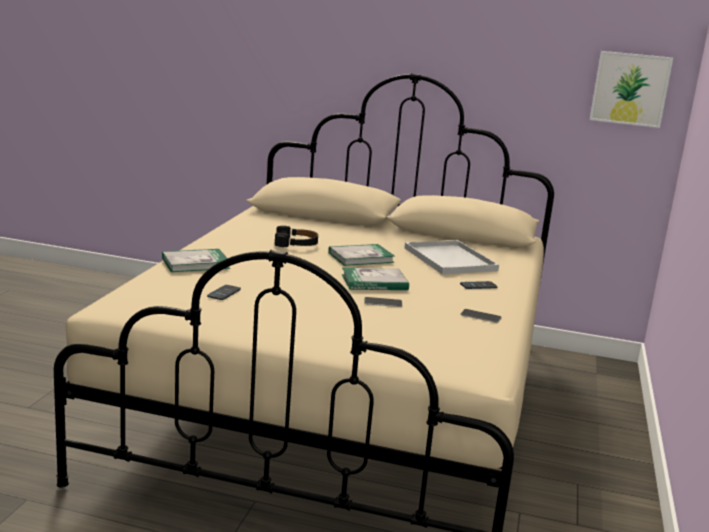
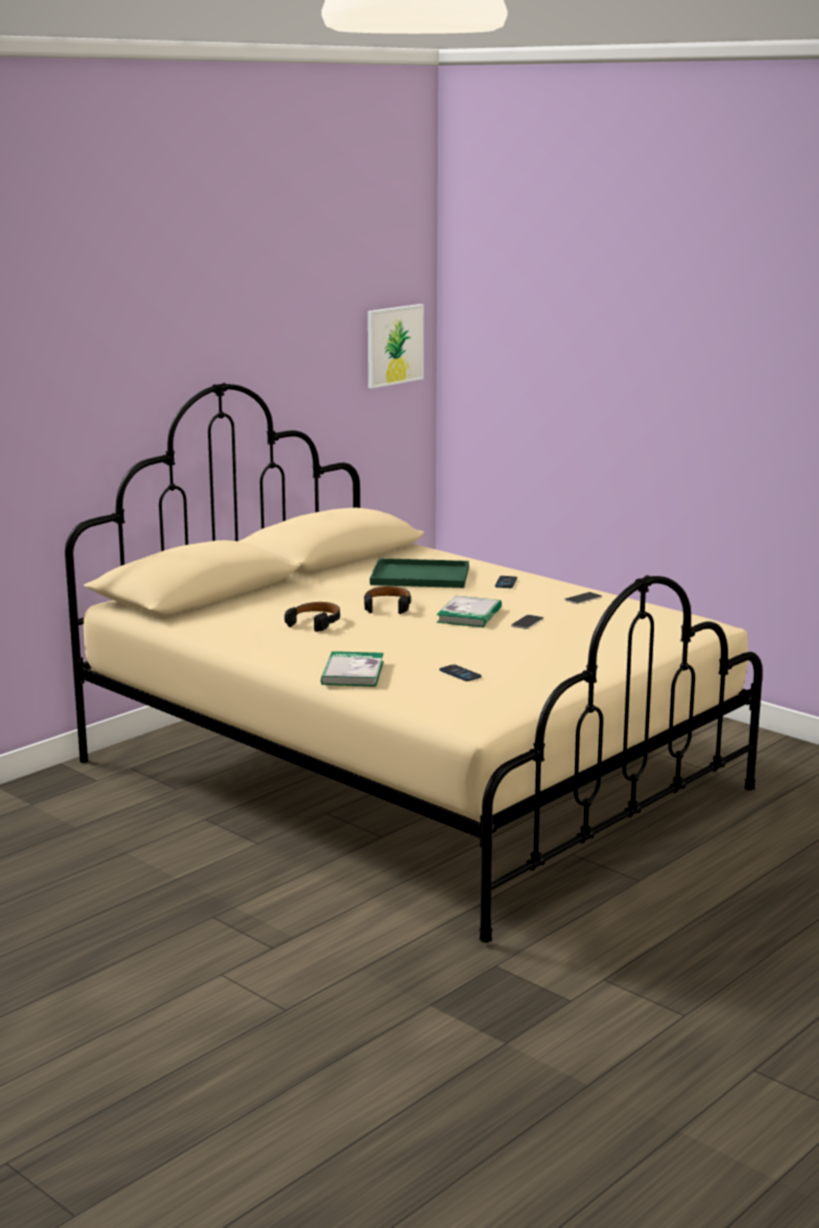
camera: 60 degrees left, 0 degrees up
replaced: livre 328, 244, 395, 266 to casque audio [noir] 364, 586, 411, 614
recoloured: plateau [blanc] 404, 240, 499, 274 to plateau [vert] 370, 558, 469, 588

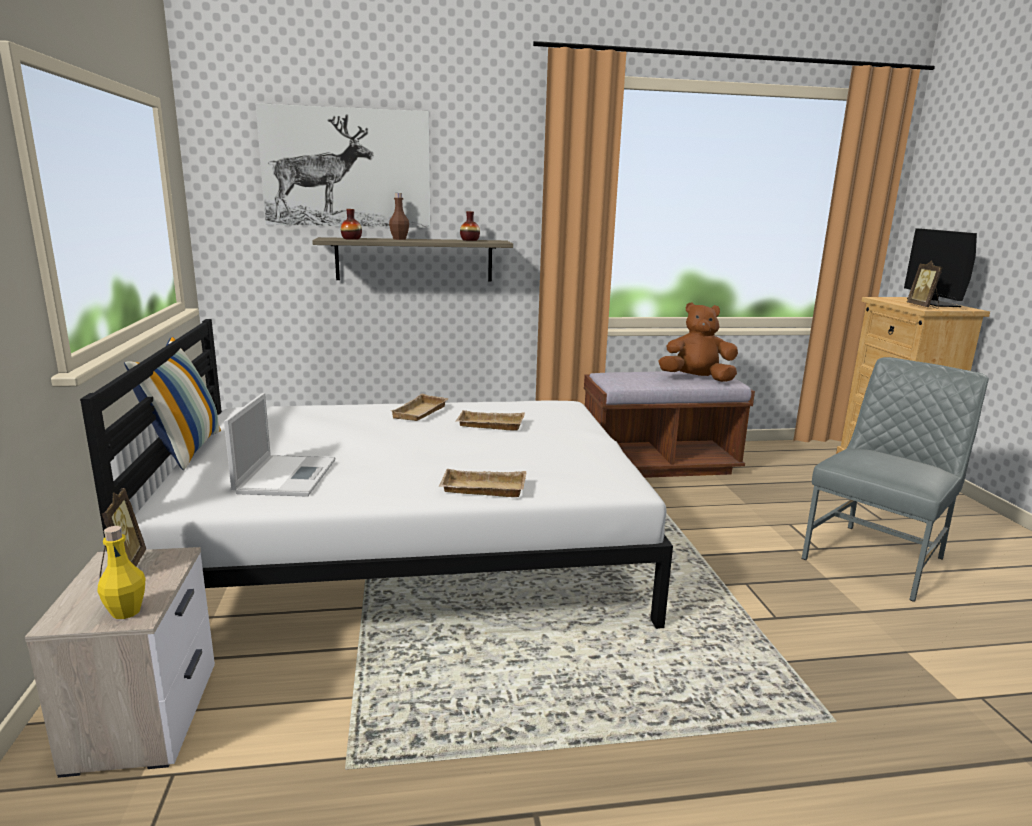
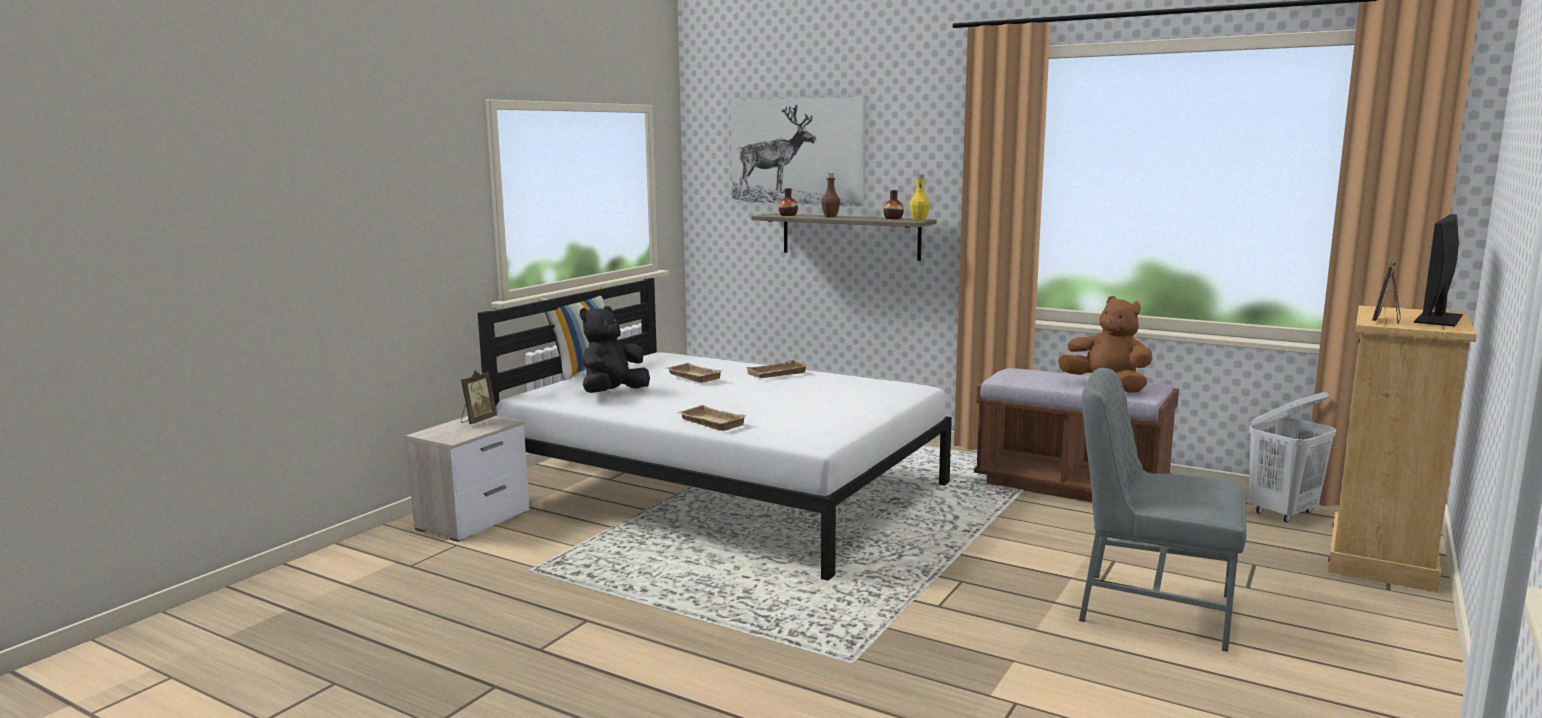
camera: 40 degrees right, 5 degrees down
added: panier à linge [blanc] 1249, 392, 1336, 522
moved: plateau [beige] 456, 410, 525, 431 to 665, 363, 723, 383; bouteille [jaune] 98, 526, 145, 619 to 910, 174, 930, 220
replaced: ordinateur portable 224, 393, 335, 497 to peluche [noir] 580, 306, 650, 393
turned: chaise [gris] 802, 357, 989, 602 = 1079, 368, 1246, 652 150 degrees counterclockwise

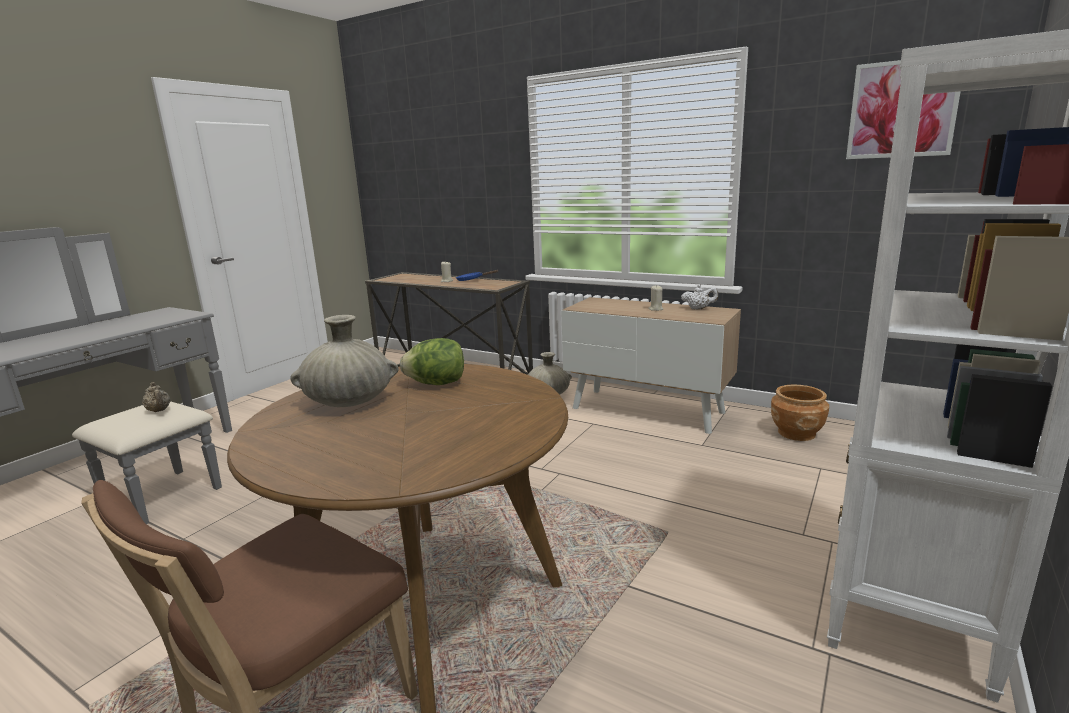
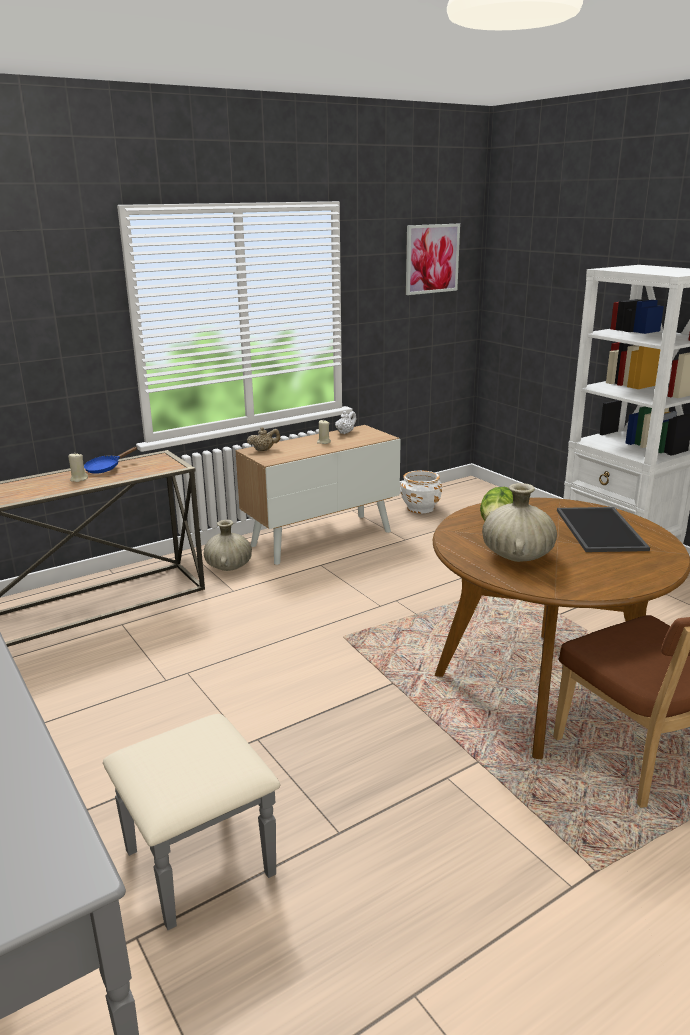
camera: 65 degrees left, 5 degrees up
added: plateau 557, 507, 650, 552
moved: théière [beige] 142, 382, 170, 412 to 247, 427, 280, 451
recoloured: cache-pot [marron] 771, 385, 829, 441 to cache-pot [blanc] 400, 470, 442, 513

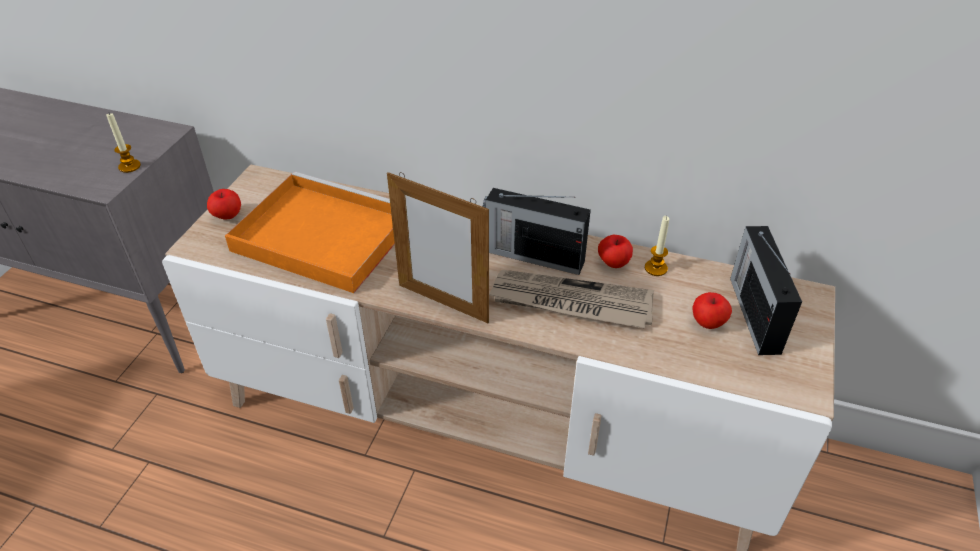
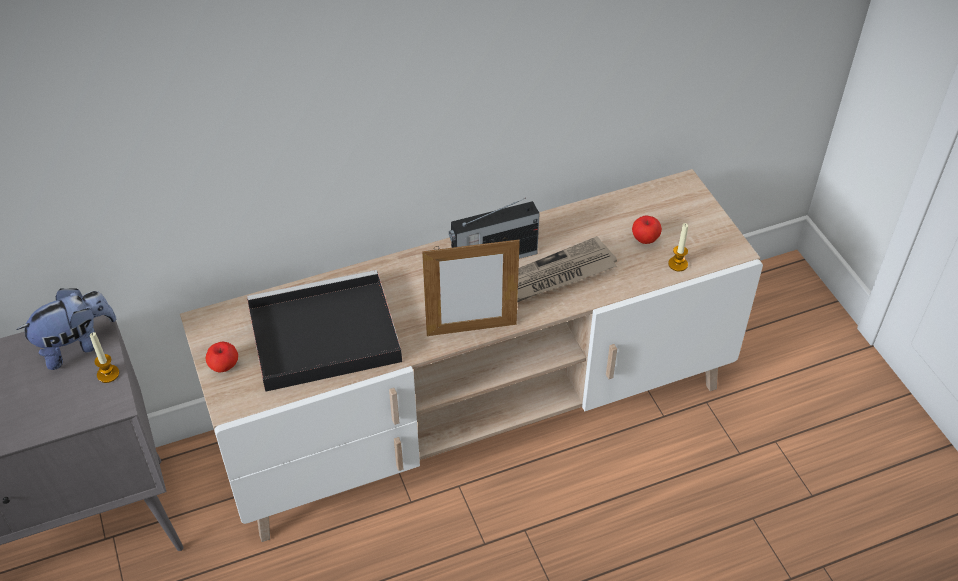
camera: 40 degrees left, 5 degrees up
removed: pomme 598, 235, 633, 268; radio 730, 226, 802, 355
added: peluche 16, 288, 116, 370
moved: bougie 645, 216, 669, 276 to 668, 223, 688, 271
recoloured: plateau [orange] 225, 172, 395, 293 to plateau [noir] 247, 270, 402, 392

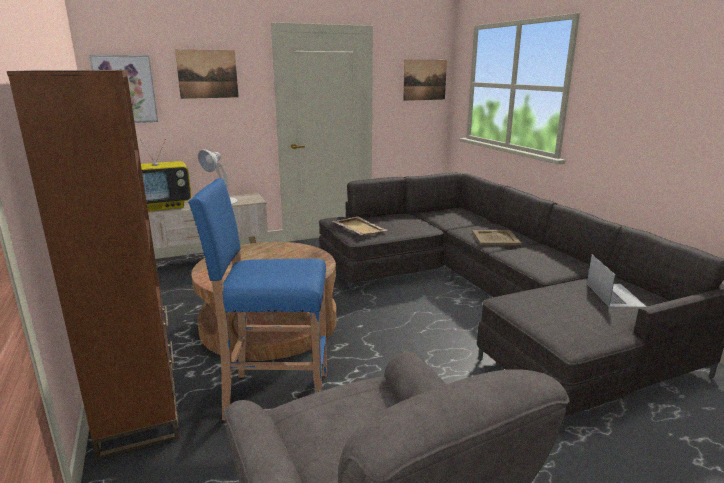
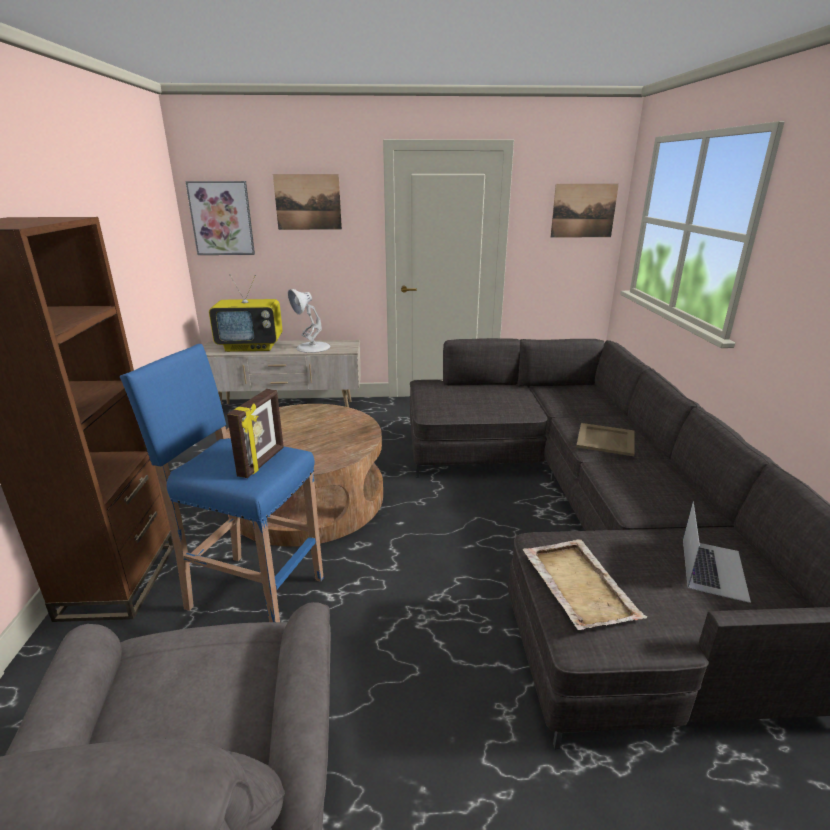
camera: 20 degrees right, 5 degrees up
added: cadre photo 227, 389, 284, 478
moved: plateau [beige] 333, 216, 387, 236 to 522, 539, 647, 630

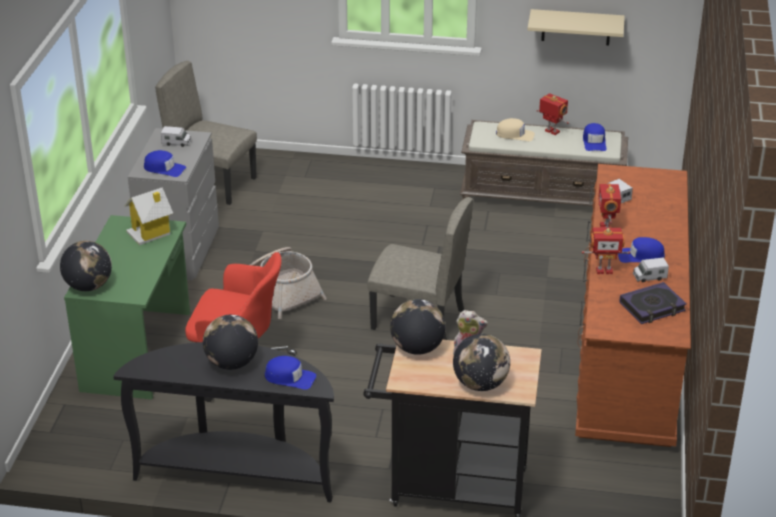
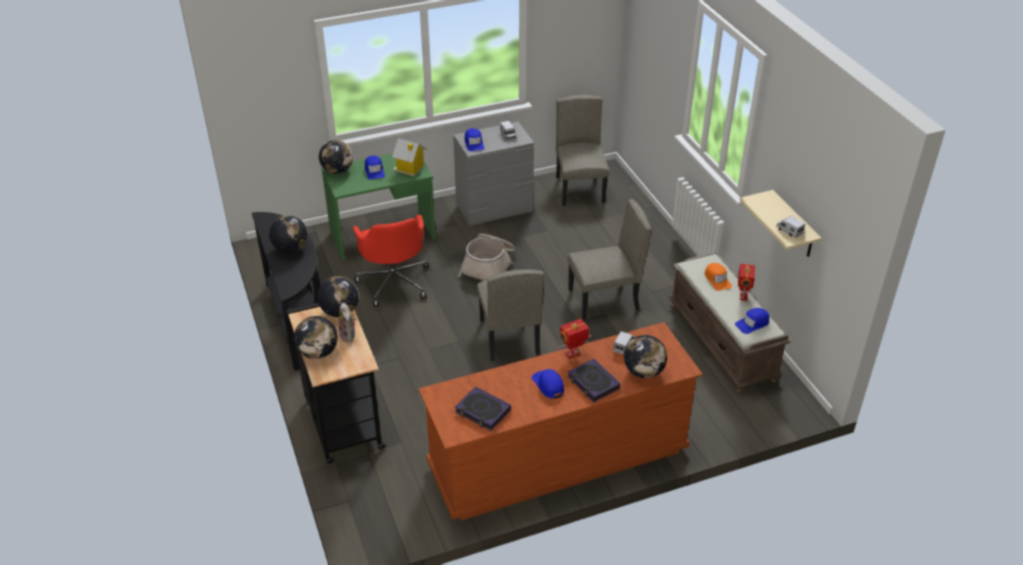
camera: 60 degrees right, 5 degrees up
removed: robot jouet 582, 227, 630, 274
added: livre 567, 359, 620, 403; chaise [beige] 568, 199, 652, 320; globe 624, 335, 667, 378
moved: casquette [bleu] 264, 356, 316, 390 to 365, 156, 385, 180; camion jouet 633, 257, 669, 282 to 776, 216, 805, 238
recoloured: casquette [beige] 496, 118, 535, 141 to casquette [orange] 705, 263, 732, 291

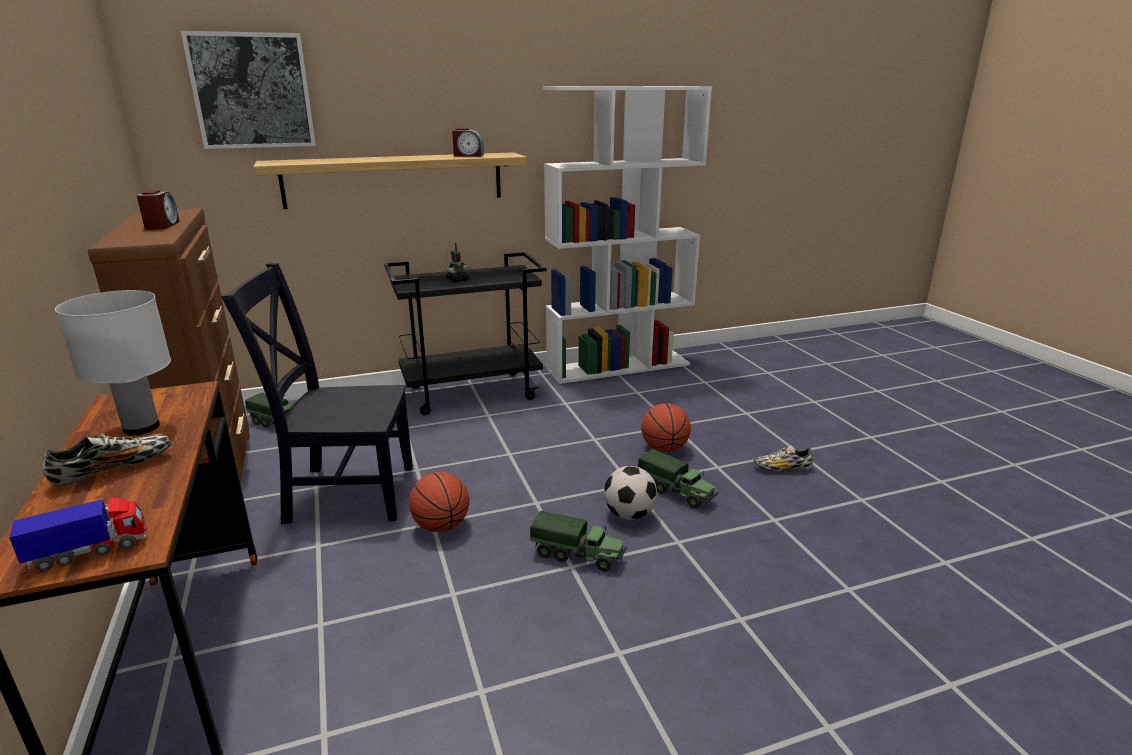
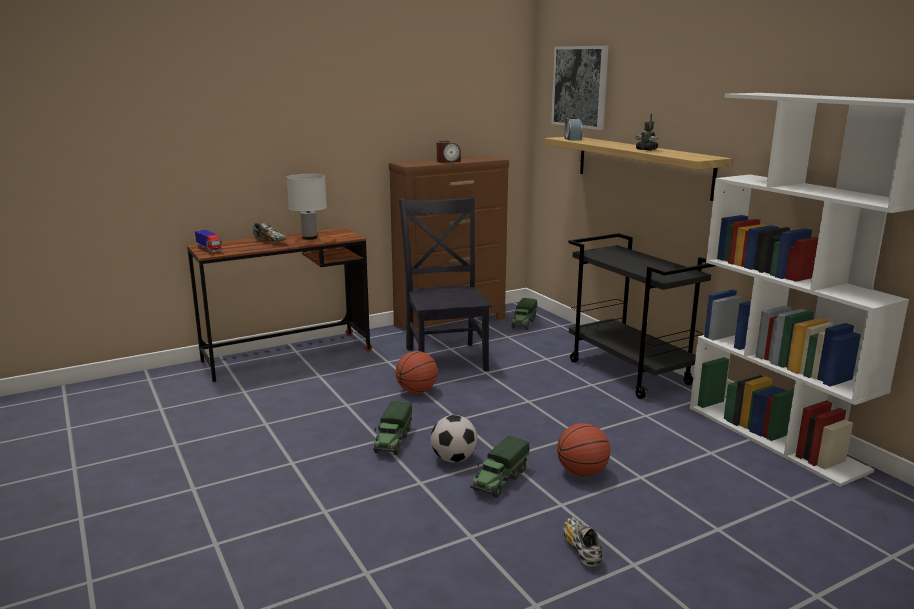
camera: 80 degrees right, 5 degrees down
moved: réveil 452, 128, 484, 157 to 564, 117, 582, 141; robot jouet 446, 243, 470, 283 to 635, 114, 658, 151

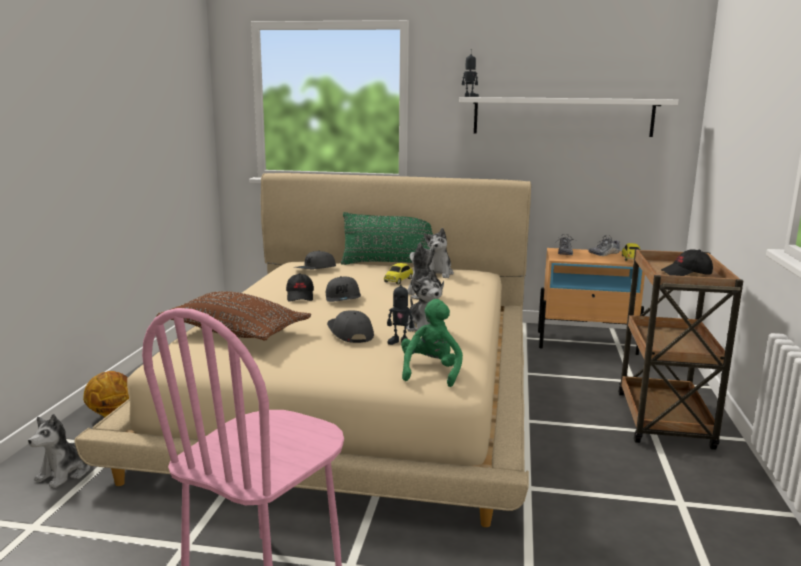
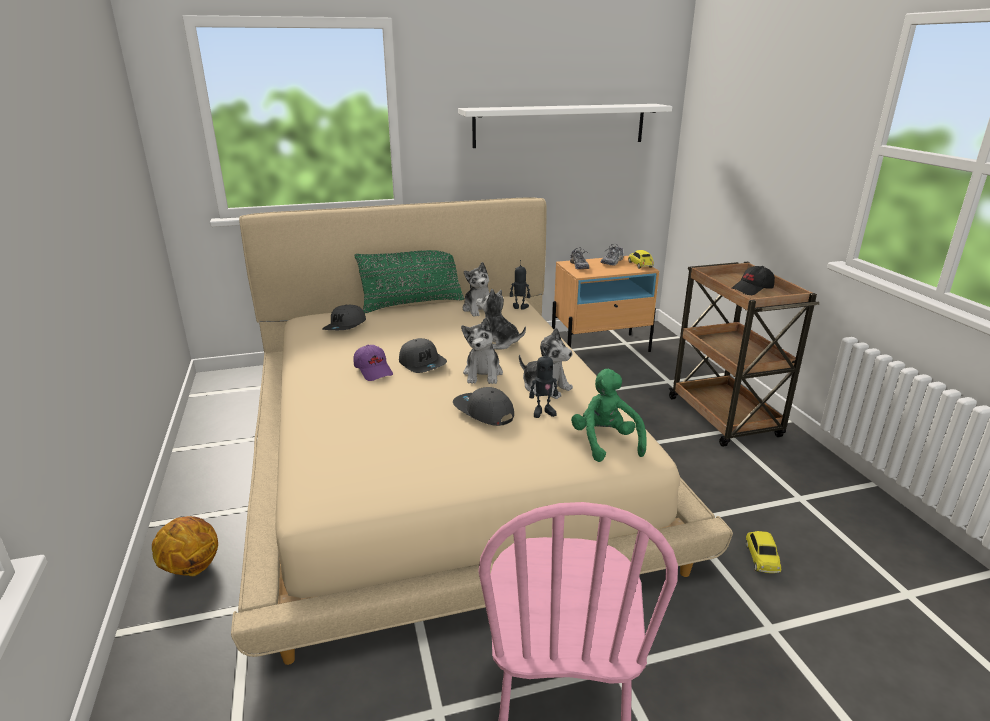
camera: 25 degrees left, 10 degrees up
removed: coussin [marron] 156, 291, 311, 340
moved: peluche 28, 414, 90, 488 to 461, 318, 503, 384; robot jouet 462, 49, 479, 97 to 510, 260, 530, 310; petite voiture 384, 263, 413, 284 to 746, 531, 781, 573
recoloured: casquette [noir] 286, 273, 314, 302 to casquette [violet] 354, 345, 393, 381

